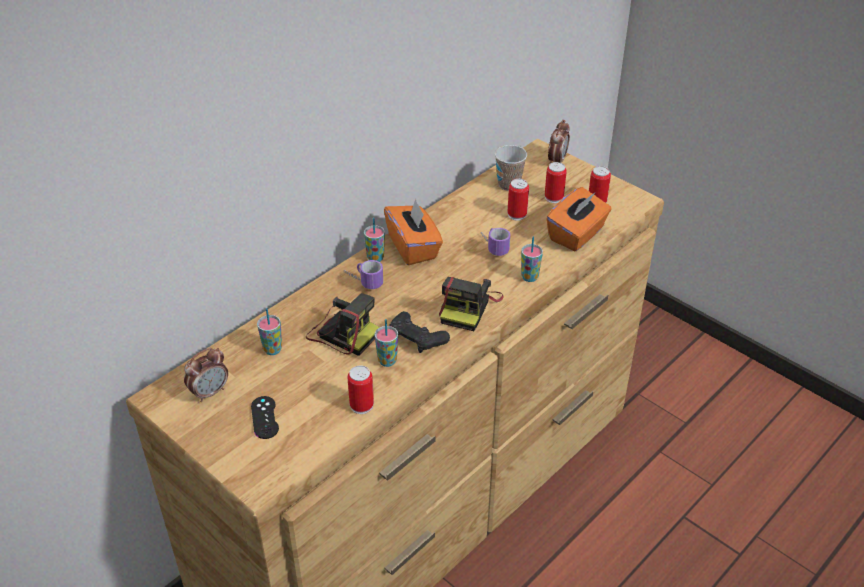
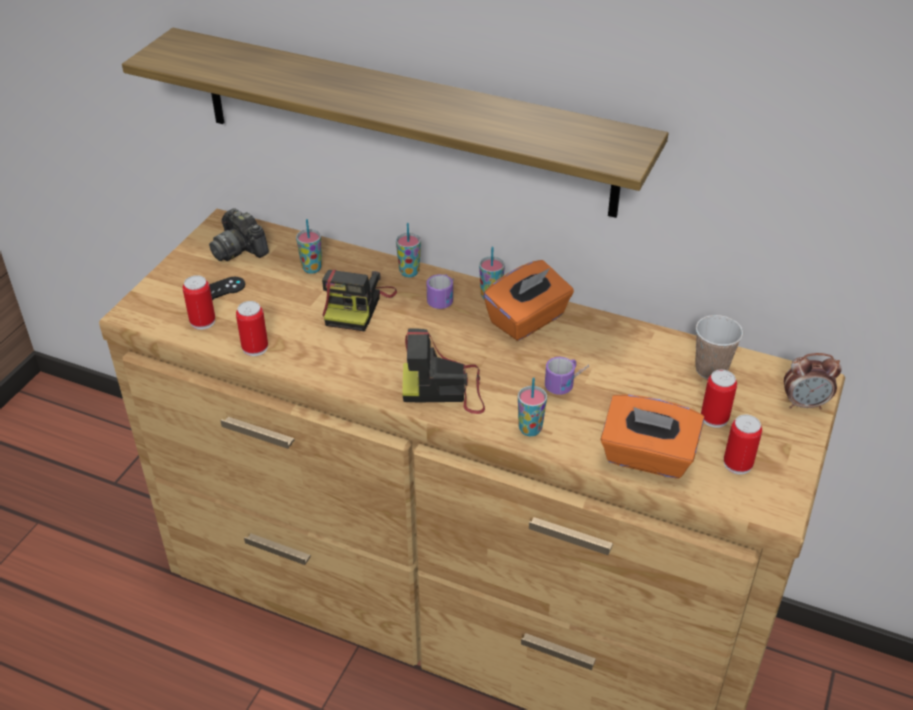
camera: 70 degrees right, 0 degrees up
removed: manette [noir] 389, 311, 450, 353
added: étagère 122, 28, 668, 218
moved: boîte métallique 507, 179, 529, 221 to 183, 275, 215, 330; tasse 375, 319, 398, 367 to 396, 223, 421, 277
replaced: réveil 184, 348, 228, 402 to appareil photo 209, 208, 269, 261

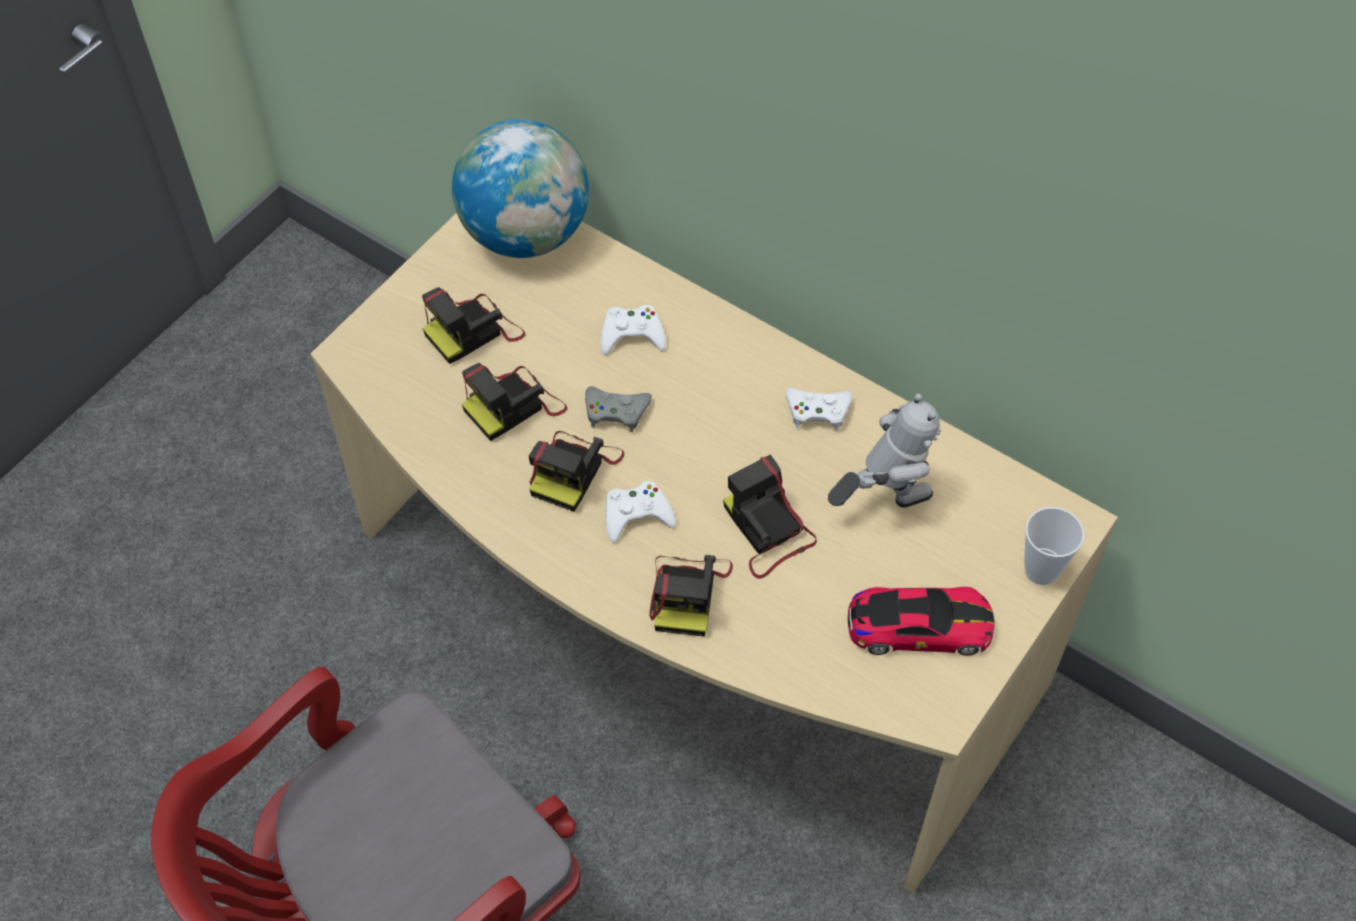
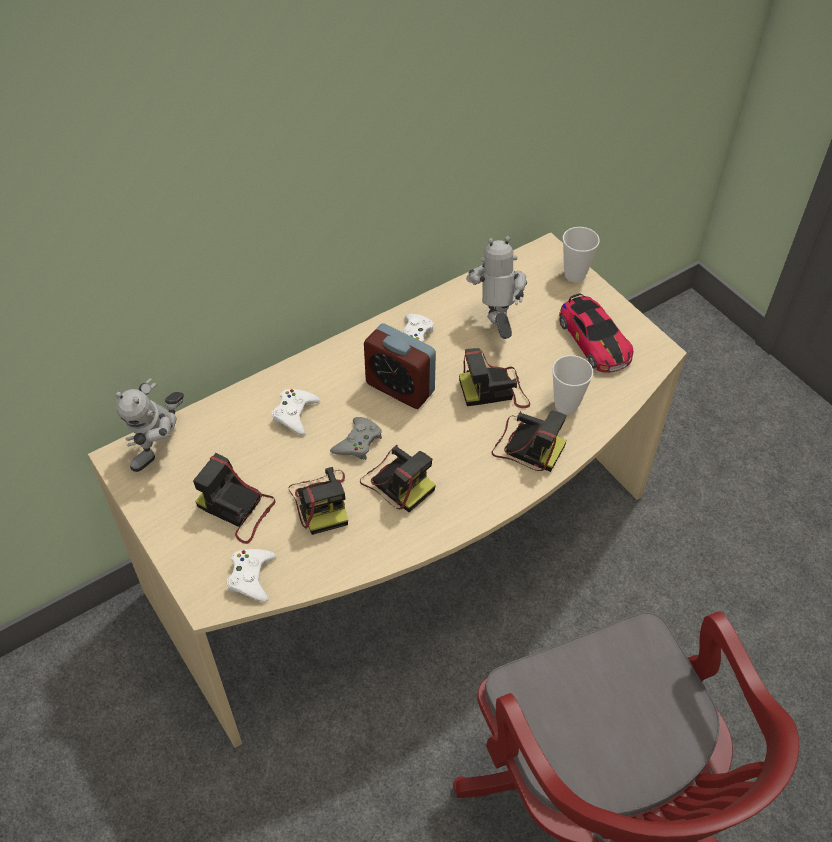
camera: 70 degrees left, 5 degrees down
added: réveil 364, 323, 436, 409; tasse 552, 355, 593, 414
moved: manette [blanc] 606, 481, 676, 543 to 227, 549, 276, 602
replaced: globe 452, 119, 589, 258 to robot jouet 116, 378, 184, 472
turned: appareil photo 422, 287, 525, 364 = 193, 453, 275, 544 135 degrees clockwise; petite voiture 848, 587, 995, 656 = 559, 294, 633, 373 135 degrees clockwise

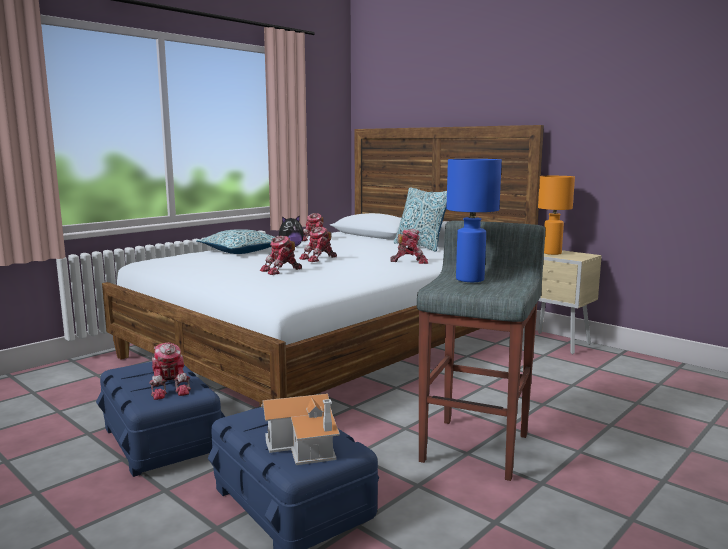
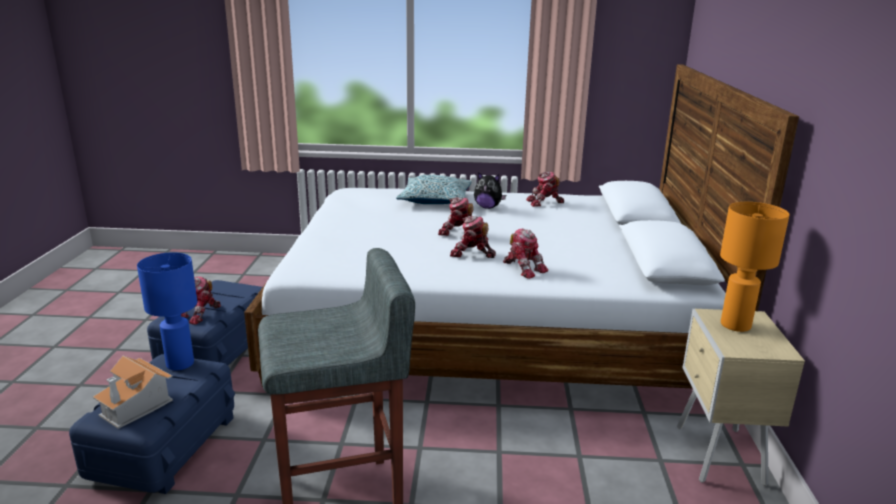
camera: 50 degrees right, 10 degrees up
removed: coussin 394, 187, 447, 252
moved: lampe de table [bleu] 446, 159, 502, 282 to 137, 252, 197, 371; robot jouet 260, 236, 302, 275 to 450, 216, 496, 258

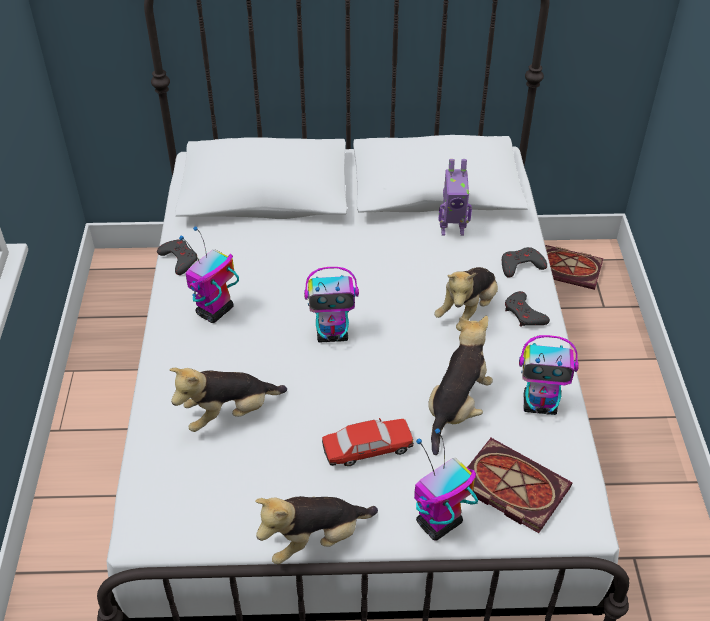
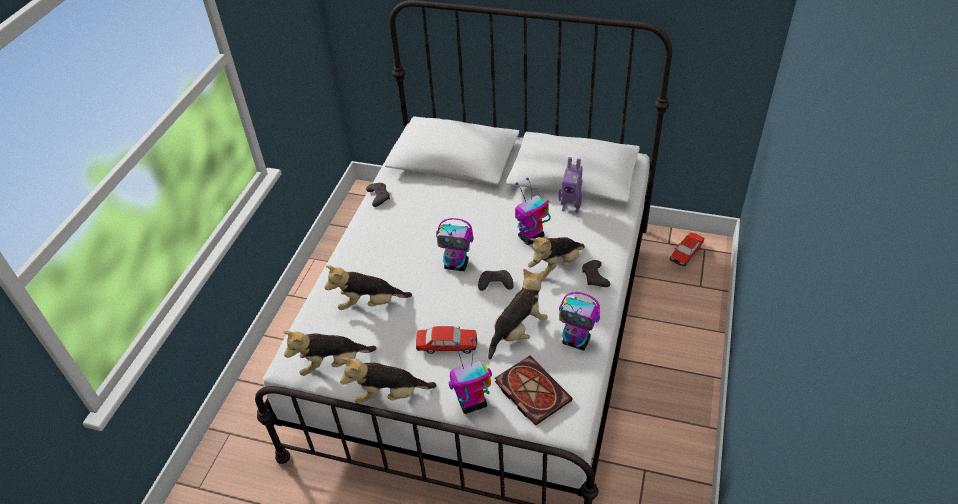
camera: 20 degrees right, 0 degrees up
added: peluche 283, 331, 376, 376
moved: manette [gris] 502, 247, 547, 277 to 478, 270, 514, 291; robot jouet 179, 226, 239, 323 to 515, 177, 551, 245
replaced: livre 545, 245, 603, 290 to petite voiture 670, 232, 704, 266

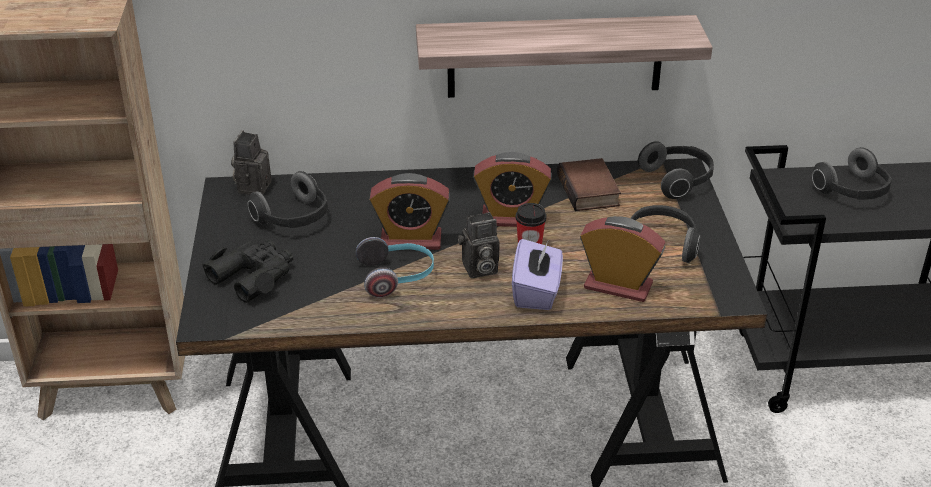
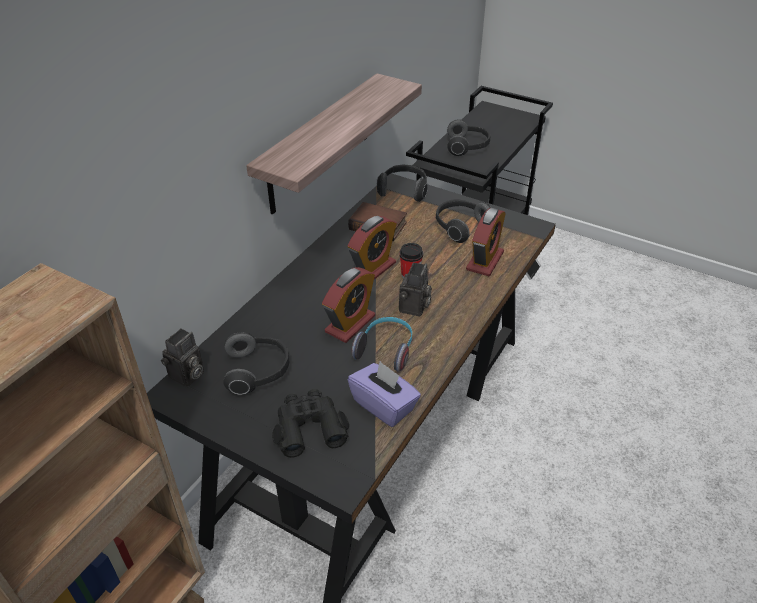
camera: 55 degrees left, 5 degrees up
moved: boîte à mouchoirs [violet] 512, 239, 563, 310 to 348, 361, 421, 427
turned: appareil photo 231, 130, 272, 195 = 161, 328, 204, 387 105 degrees counterclockwise; réveil 580, 216, 665, 302 = 466, 208, 506, 276 150 degrees clockwise

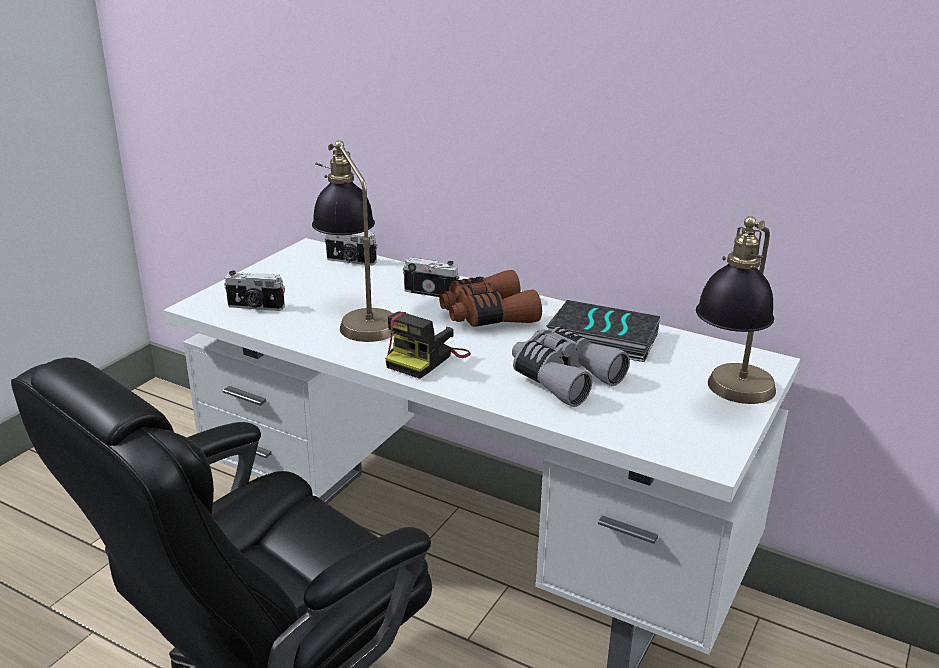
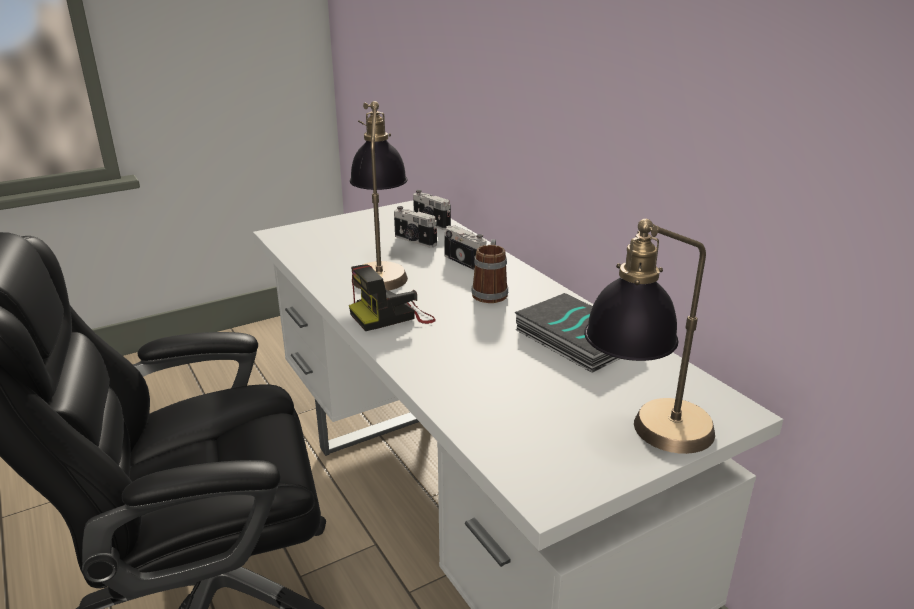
camera: 30 degrees right, 0 degrees up
removed: jumelles [gris] 512, 327, 630, 407
moved: appareil photo 224, 271, 285, 311 to 394, 206, 437, 248
replaced: jumelles [marron] 439, 270, 542, 327 to mug 471, 239, 508, 303

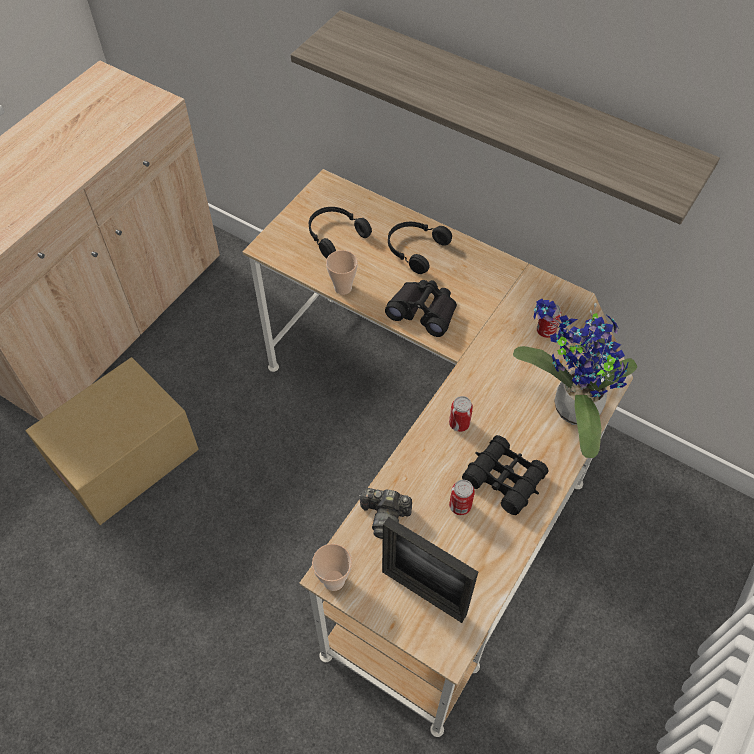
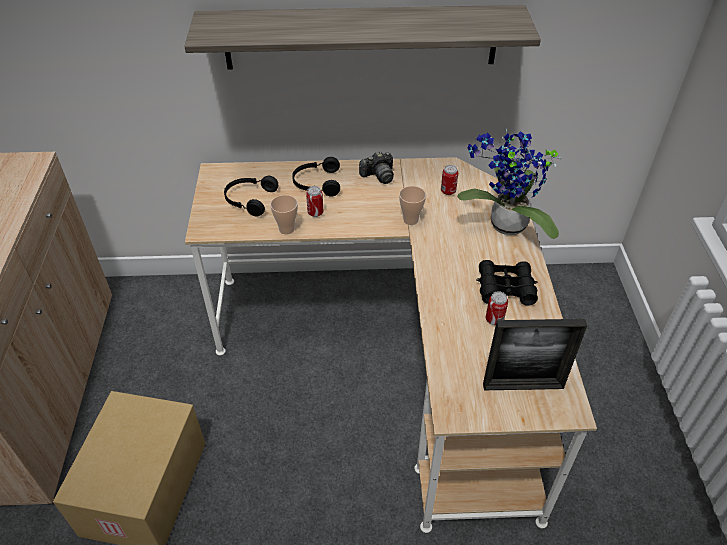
camera: 35 degrees left, 10 degrees down
removed: jumelles [noir] 385, 280, 457, 337
moved: boîte métallique 449, 396, 473, 432 to 306, 186, 324, 217; appareil photo 359, 488, 412, 539 to 359, 151, 394, 184; tasse 312, 544, 352, 591 to 399, 186, 426, 225

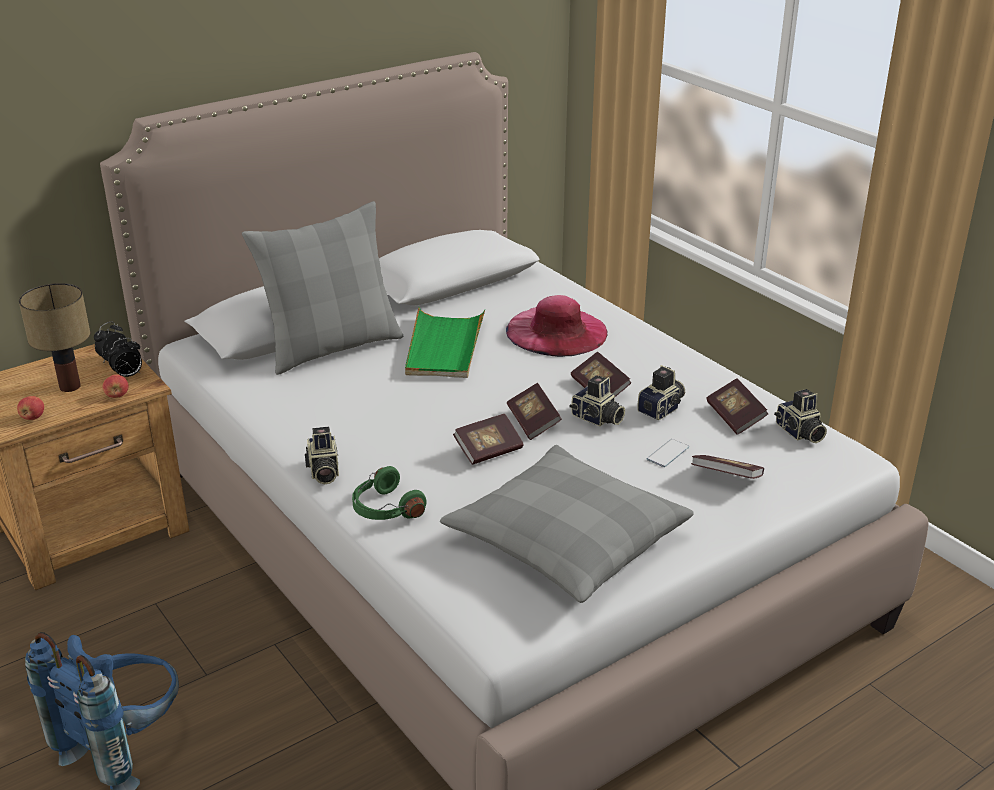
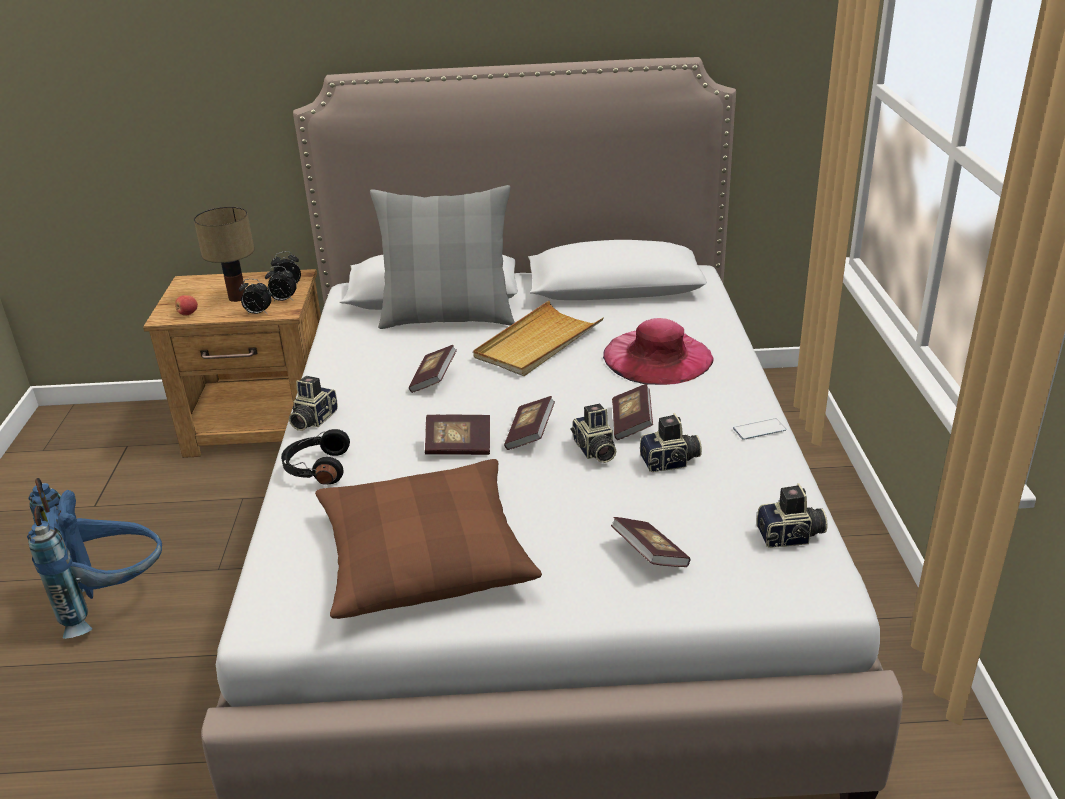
camera: 35 degrees right, 0 degrees up
moved: livre 706, 378, 768, 435 to 409, 345, 457, 393; téléphone 647, 439, 689, 467 to 733, 418, 786, 440
replaced: pomme 103, 374, 128, 398 to réveil 239, 279, 271, 314
recoloured: casque audio [vert] 352, 466, 427, 520 to casque audio [noir] 281, 429, 350, 485; coussin [gris] 440, 445, 694, 603 to coussin [marron] 315, 459, 542, 619; plateau [vert] 405, 307, 485, 378 to plateau [beige] 473, 301, 603, 376
turned: appareil photo 774, 389, 827, 443 = 757, 483, 828, 548 105 degrees counterclockwise

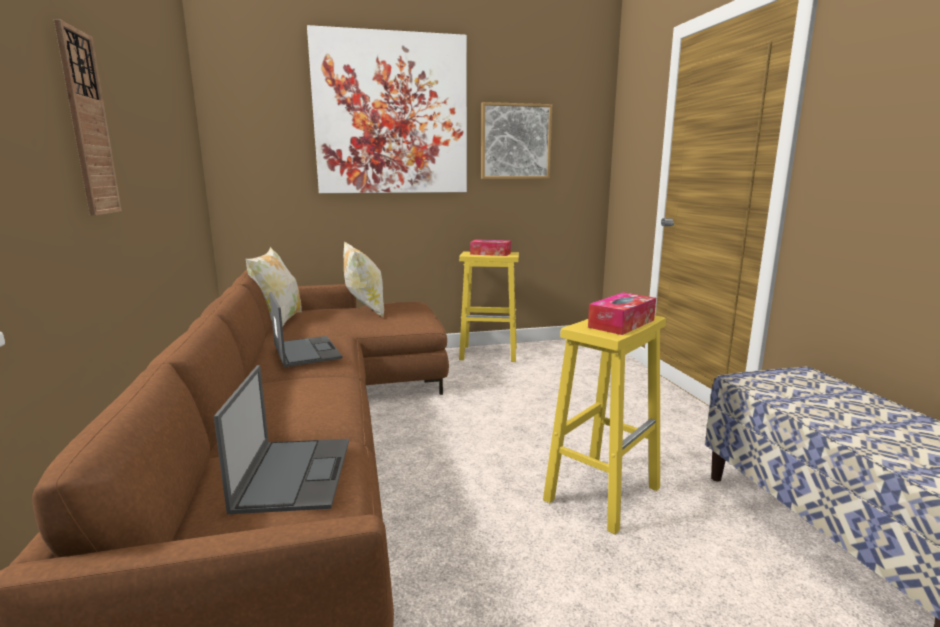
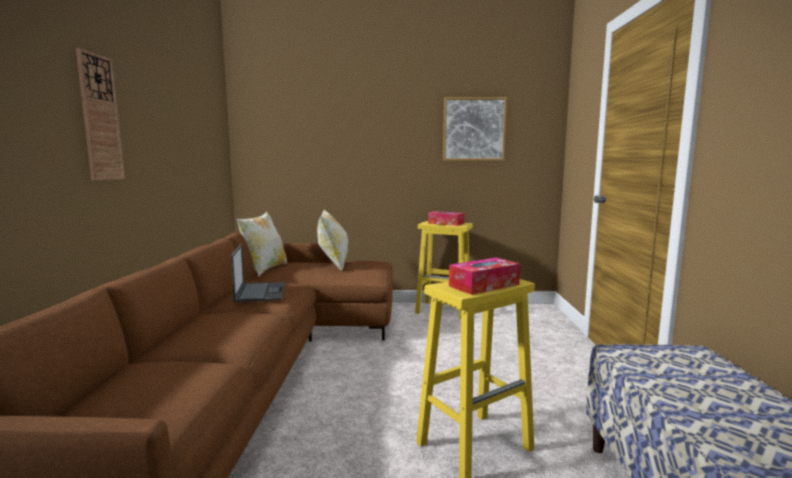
camera: 15 degrees right, 5 degrees down
removed: ordinateur portable 214, 365, 349, 514; tableau 307, 25, 467, 193

